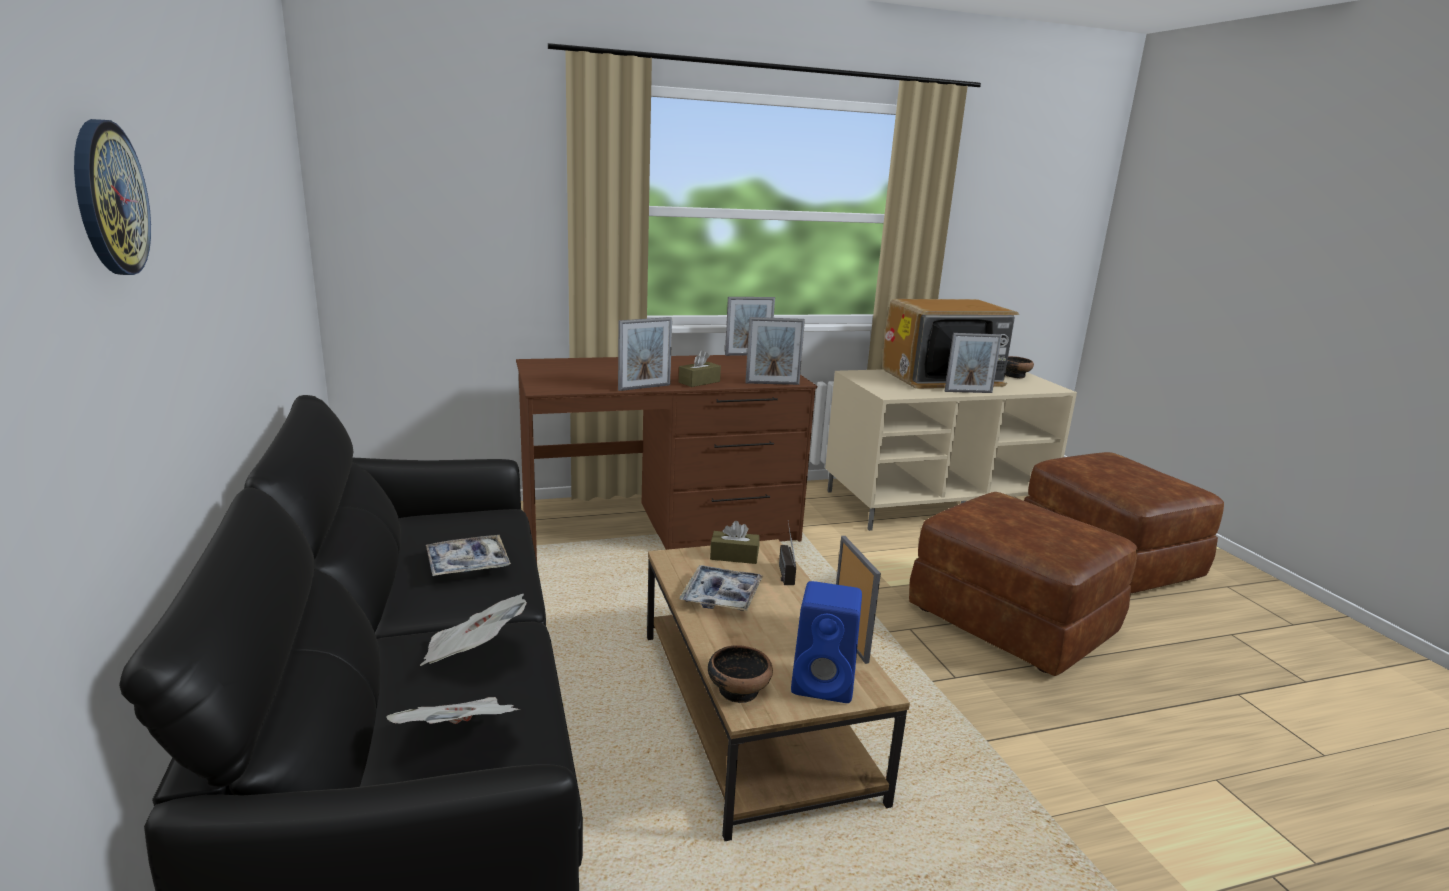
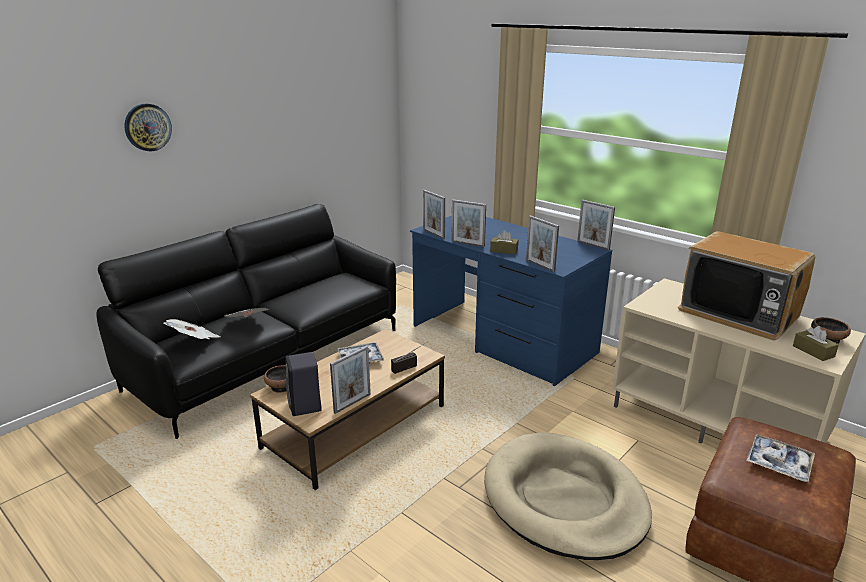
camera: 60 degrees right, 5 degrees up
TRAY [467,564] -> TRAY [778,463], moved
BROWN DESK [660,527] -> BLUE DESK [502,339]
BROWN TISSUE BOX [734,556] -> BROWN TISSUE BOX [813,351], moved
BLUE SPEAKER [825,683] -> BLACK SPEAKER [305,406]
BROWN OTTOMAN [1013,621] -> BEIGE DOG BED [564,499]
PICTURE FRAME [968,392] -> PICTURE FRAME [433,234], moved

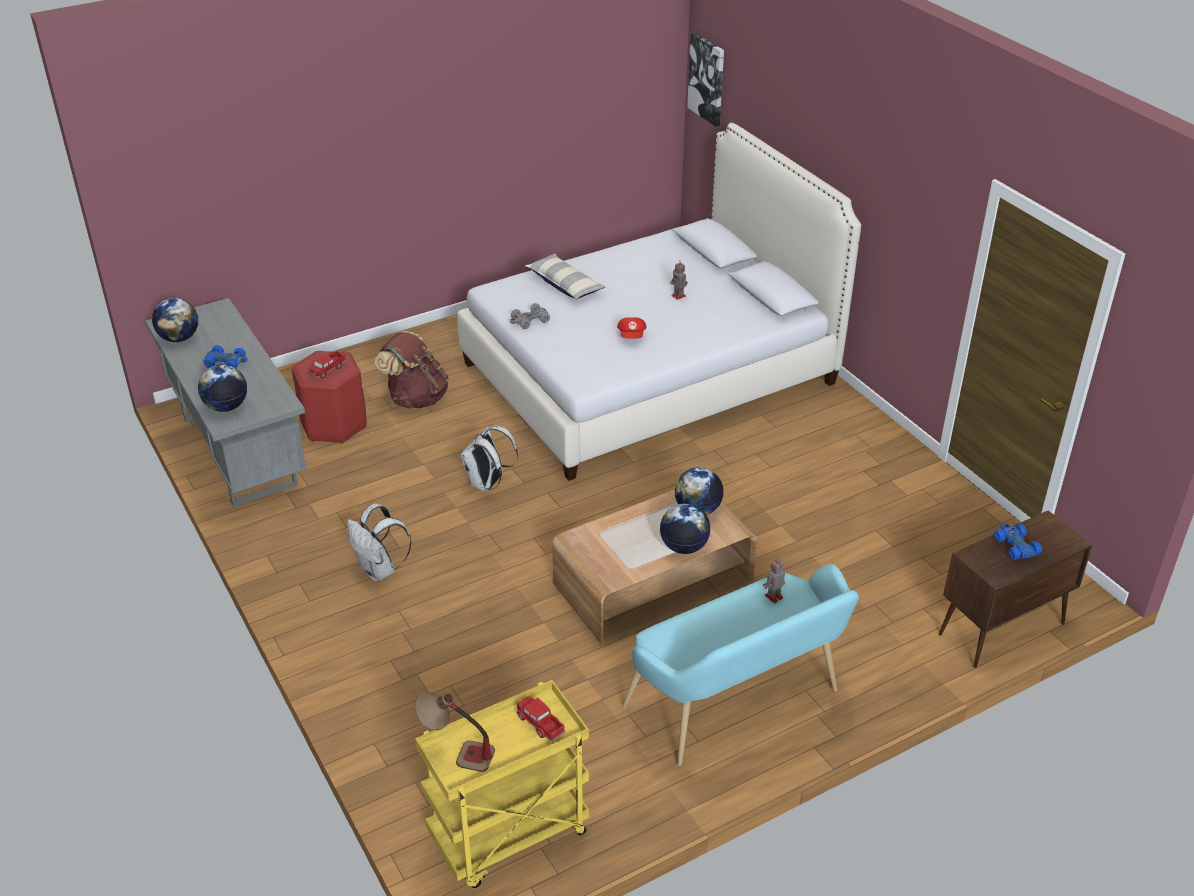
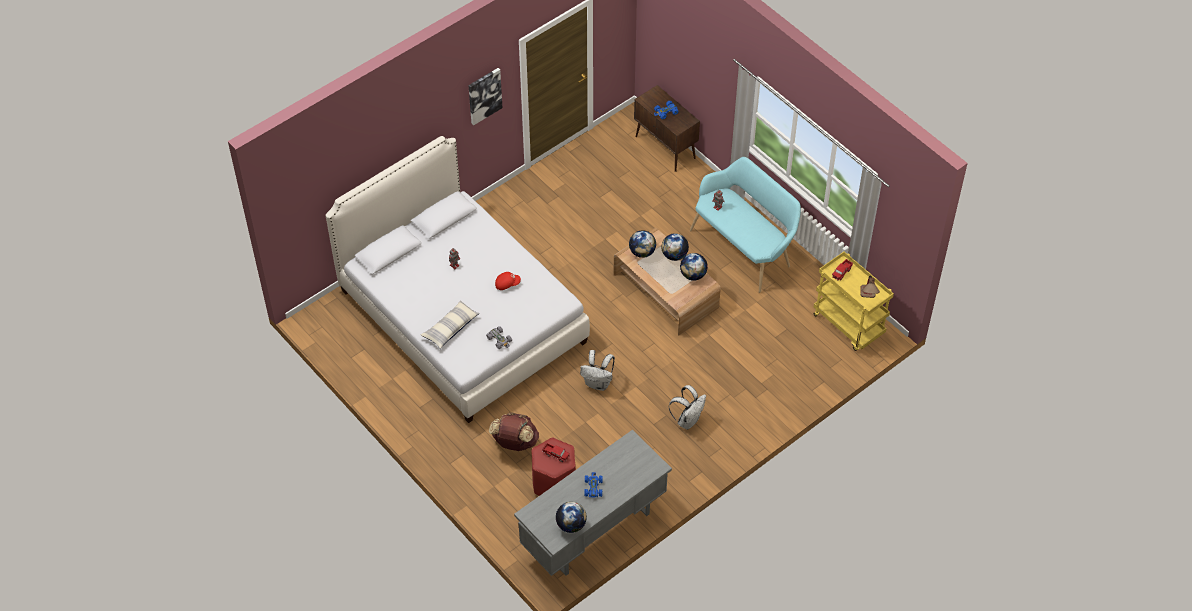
camera: 100 degrees left, 15 degrees up
GLOBE [226,407] -> GLOBE [693,275], moved
PICTURE [707,79] -> PICTURE [484,95], moved

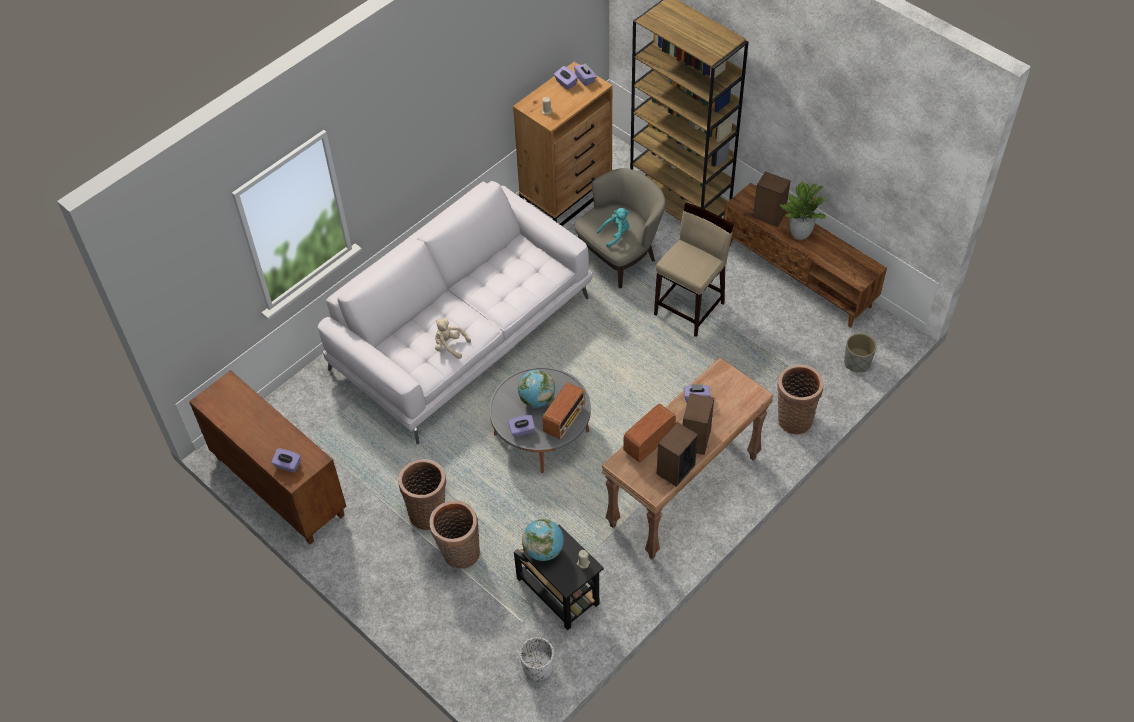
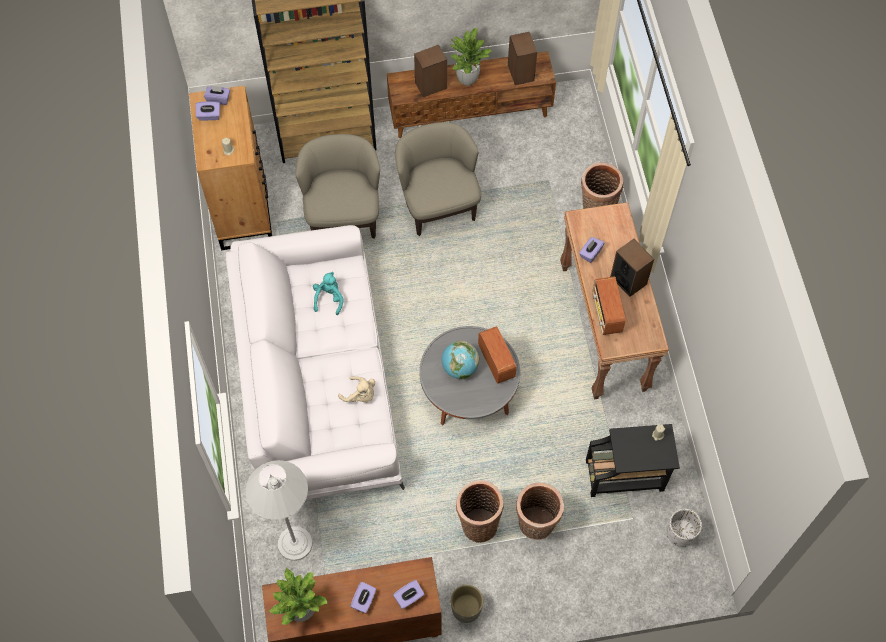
camera: 55 degrees left, 10 degrees up
BEIGE PLUSH TOY [450,346] -> BEIGE PLUSH TOY [360,395], 120 degrees counterclockwise
PURPLE TISSUE BOX [522,430] -> PURPLE TISSUE BOX [364,600], moved
GLOBE [543,550] -> none
TURQUOISE PLUSH TOY [616,234] -> TURQUOISE PLUSH TOY [329,298], moved
BEIGE STOOL [690,308] -> BEIGE ARMCHAIR [438,204]
SPEAKER [675,469] -> SPEAKER [520,73], moved
GREY PLANTER [856,363] -> GREY PLANTER [466,609], moved
none -> WHITE FLOOR LAMP [294,543]
none -> POTTED PLANT [302,610]

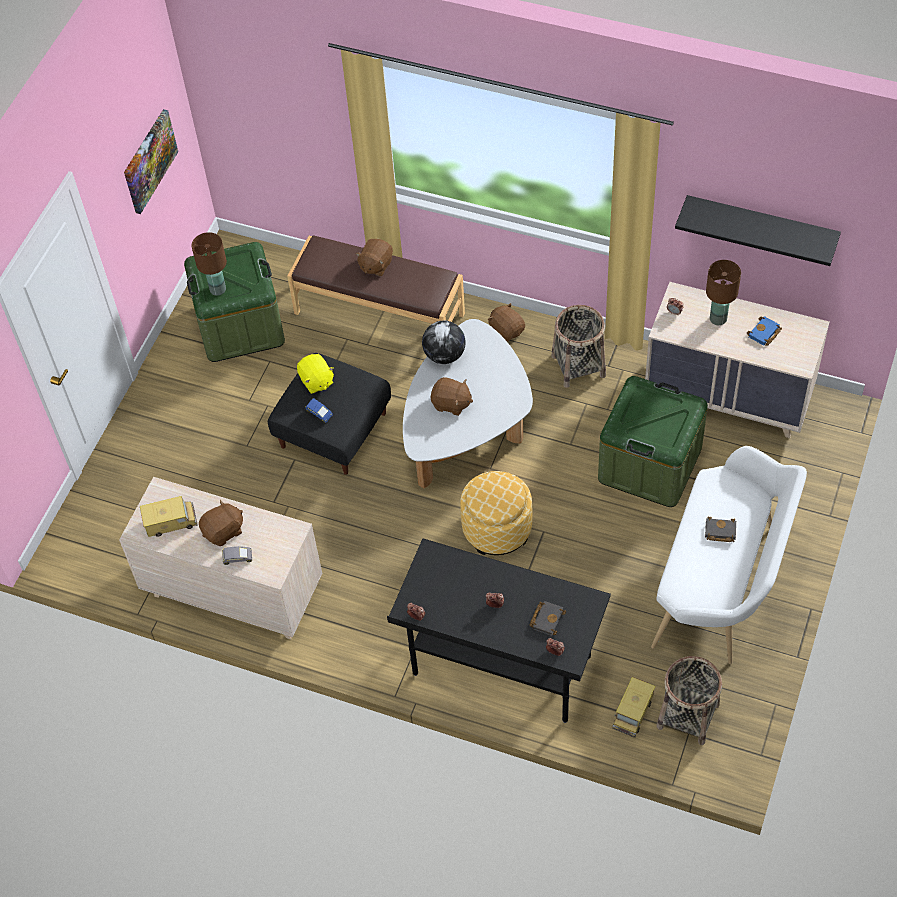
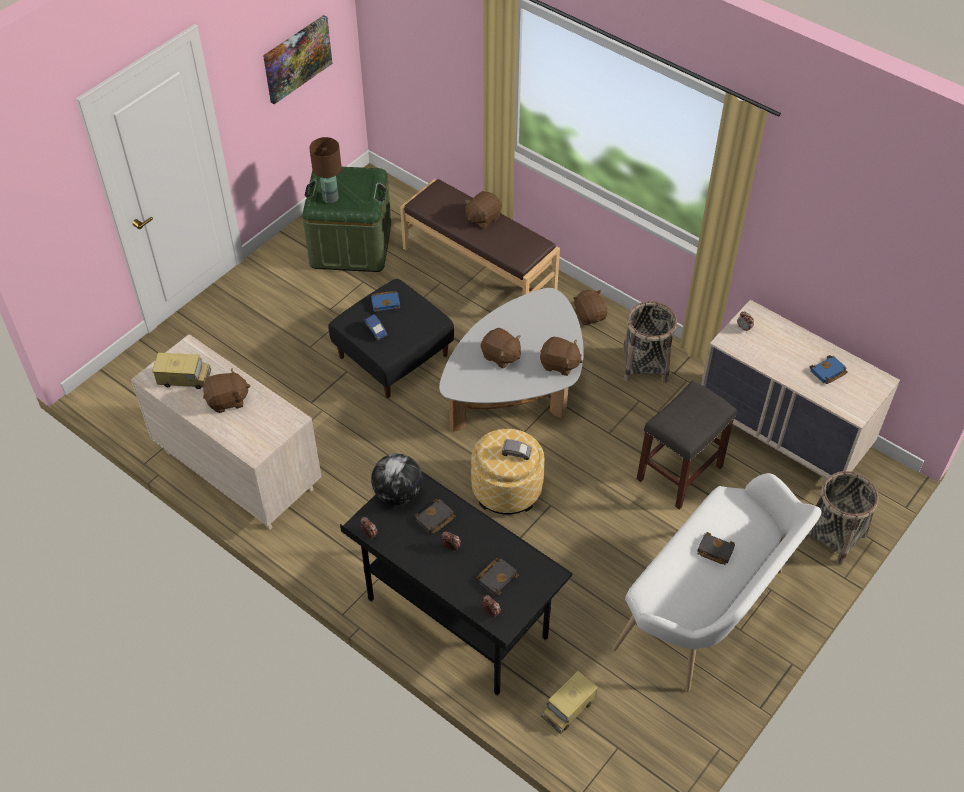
camera: 15 degrees right, 5 degrees down
GREY TOY CAR [237,559] -> GREY TOY CAR [516,454], moved
YELLOW PLUSH TOY [316,381] -> BLUE BOOK [386,302]
GLOBE [444,355] -> GLOBE [398,494], moved
GREEN STORAGE BOX [649,464] -> GREY STOOL [679,474]
BASKET [687,716] -> BASKET [833,536], moved
BLACK SHELF [761,225] -> none
BROWN TABLE LAMP [718,319] -> none
none -> BLACK BOOK [435,519]
none -> BROWN PLUSH TOY [559,364]

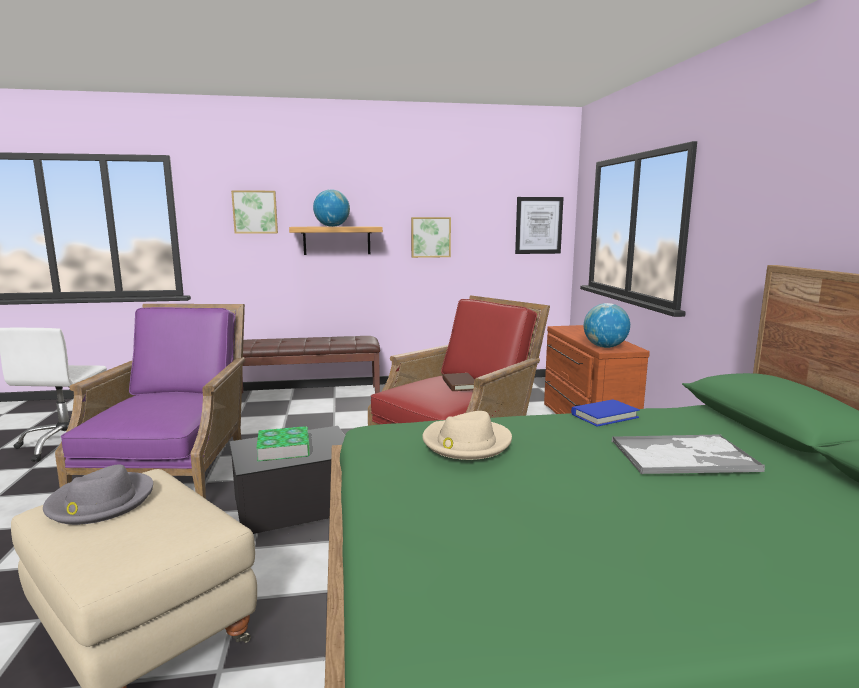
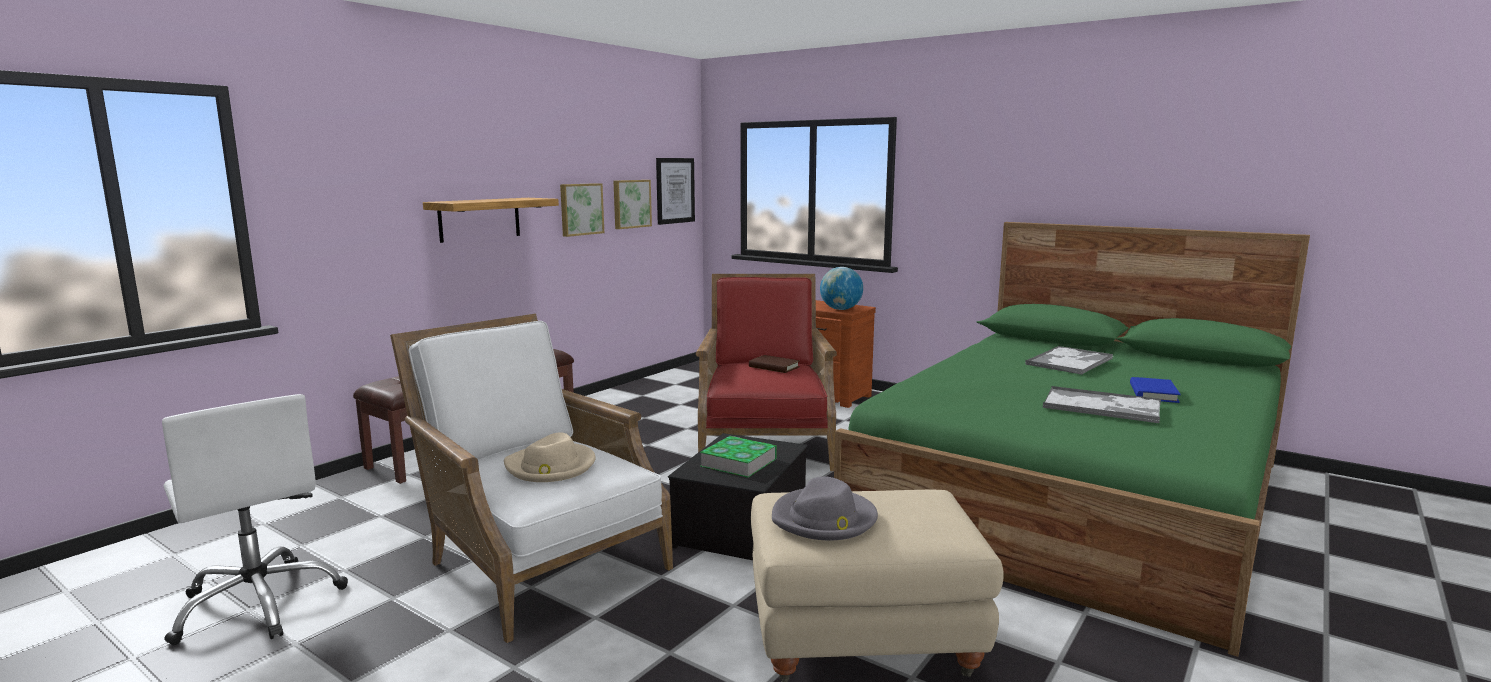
camera: 45 degrees left, 0 degrees up
PURPLE ARMCHAIR [174,472] -> WHITE ARMCHAIR [536,560]
PICTURE [255,212] -> PICTURE [631,203], moved
GLOBE [332,226] -> none
BEIGE HAT [466,443] -> BEIGE HAT [550,467], moved
BLUE BOOK [604,416] -> BLUE BOOK [1153,393], moved
none -> TRAY [1102,406]

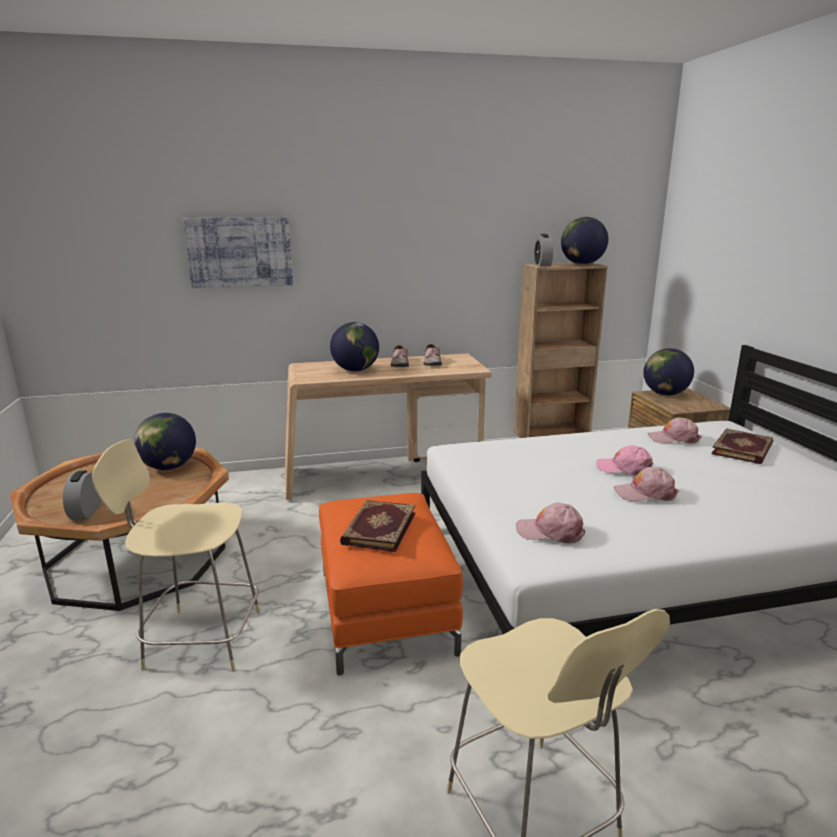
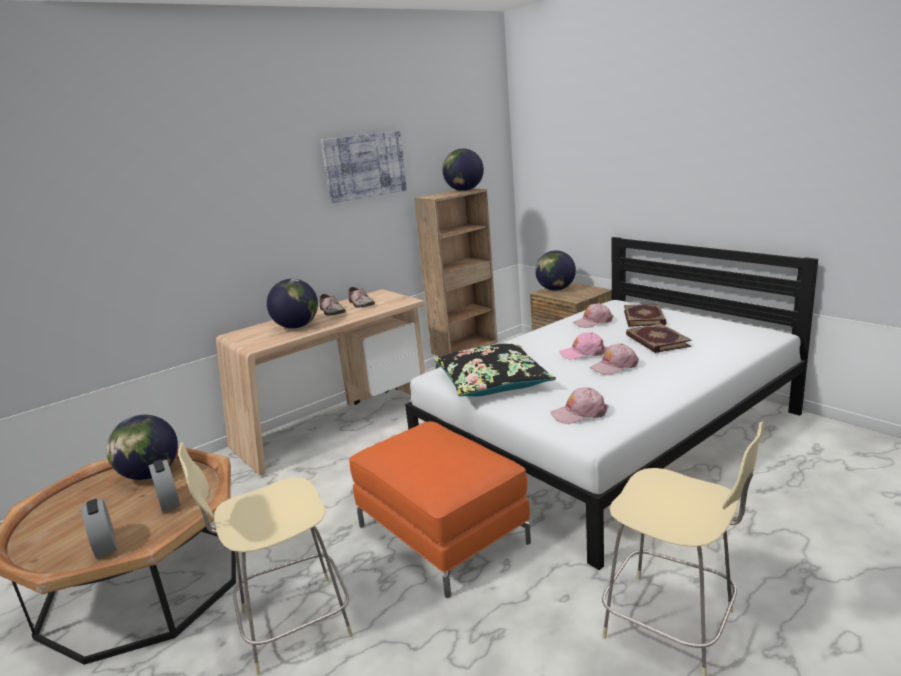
camera: 25 degrees left, 0 degrees up
PICTURE [240,252] -> PICTURE [364,166], moved
BOOK [378,528] -> BOOK [656,341], moved
ALARM CLOCK [542,265] -> ALARM CLOCK [169,502], moved
none -> BLACK PILLOW [492,382]

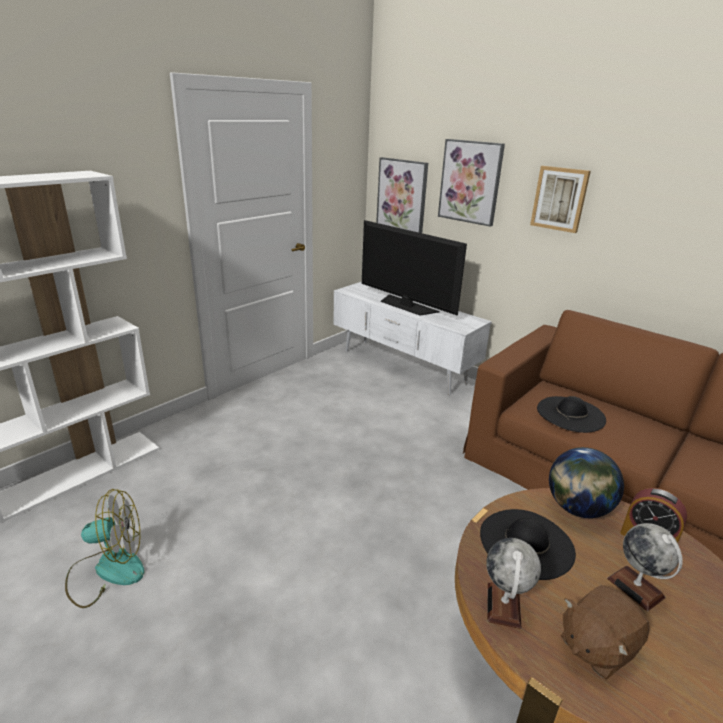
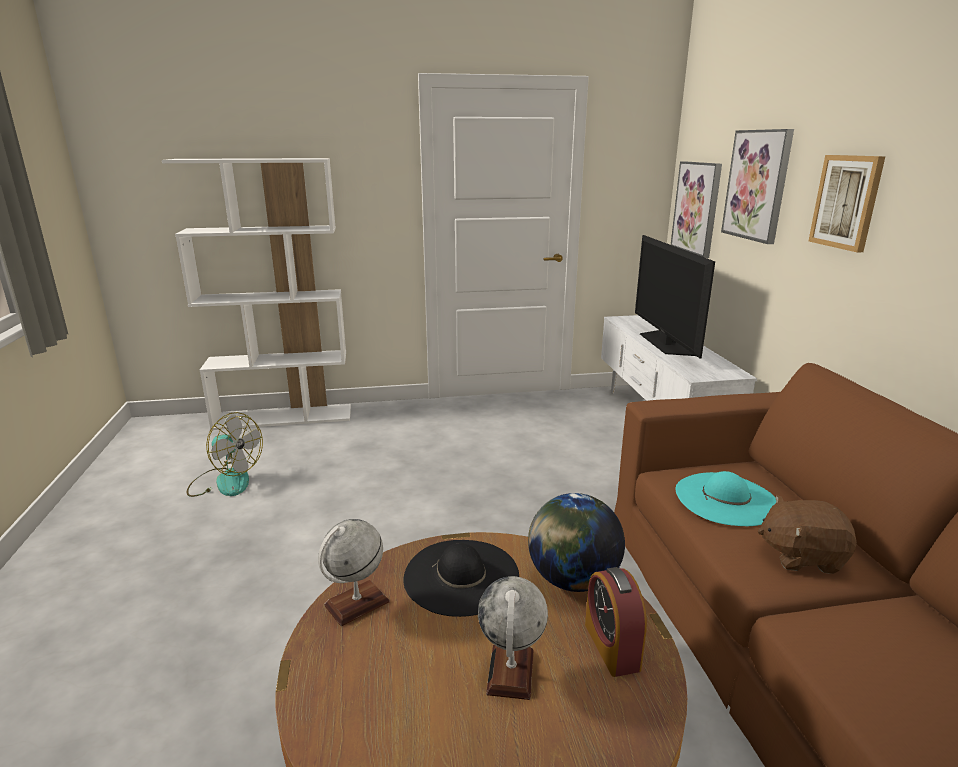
camera: 40 degrees right, 5 degrees down
BLACK HAT [570,414] -> TURQUOISE HAT [726,498]
BROWN PLUSH TOY [596,646] -> BROWN PLUSH TOY [801,556], moved

